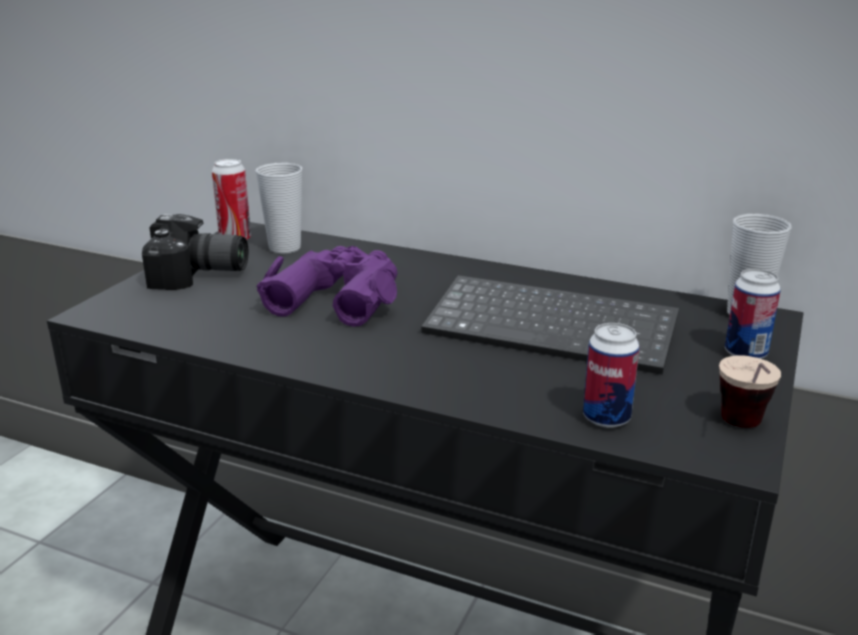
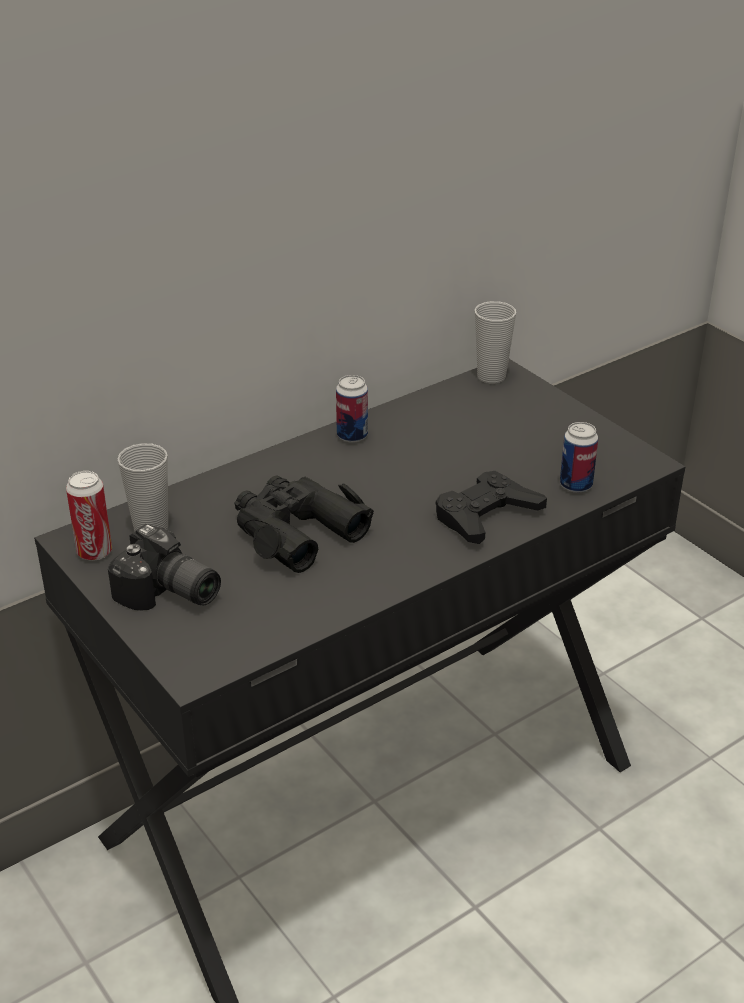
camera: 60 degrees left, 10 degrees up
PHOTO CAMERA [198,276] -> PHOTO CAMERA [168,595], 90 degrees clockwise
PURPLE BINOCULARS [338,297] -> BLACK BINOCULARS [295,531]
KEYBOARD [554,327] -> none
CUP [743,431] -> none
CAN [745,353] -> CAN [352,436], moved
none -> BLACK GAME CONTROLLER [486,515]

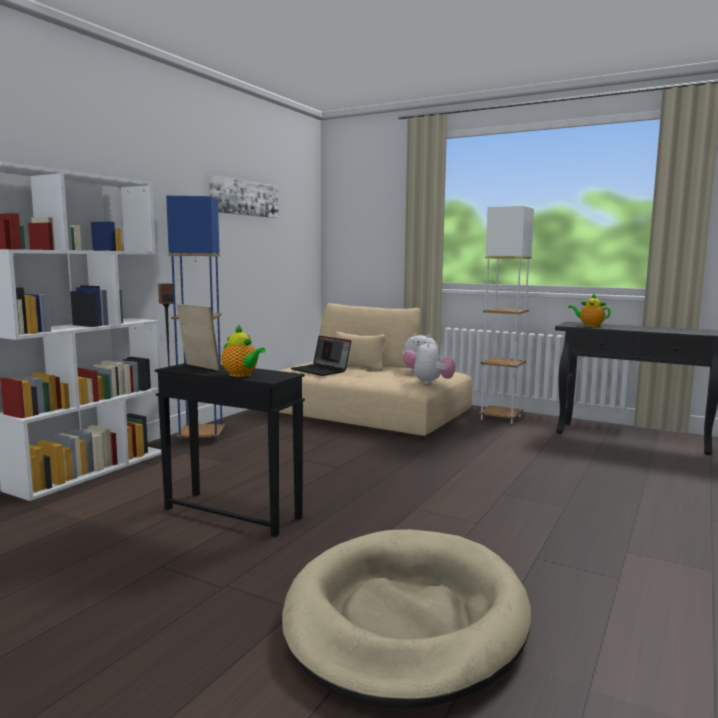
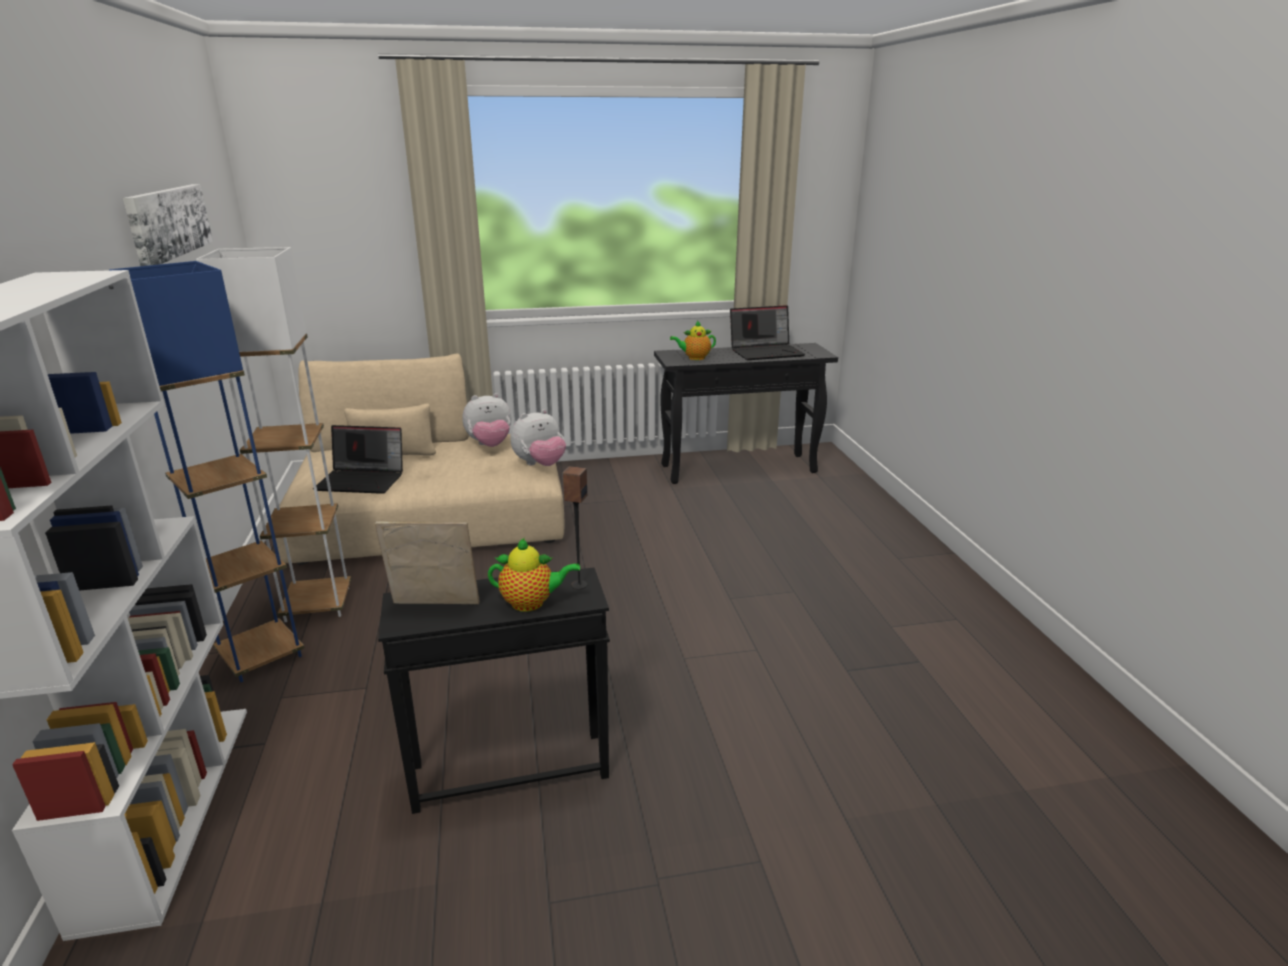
camera: 40 degrees left, 15 degrees up
SPEAKER [169,368] -> SPEAKER [579,585], moved
BEIGE DOG BED [405,619] -> none
PLUSH TOY [433,382] -> PLUSH TOY [540,465], 90 degrees clockwise
WHITE FLOOR LAMP [501,418] -> WHITE FLOOR LAMP [318,604], moved
none -> LAPTOP [766,352]

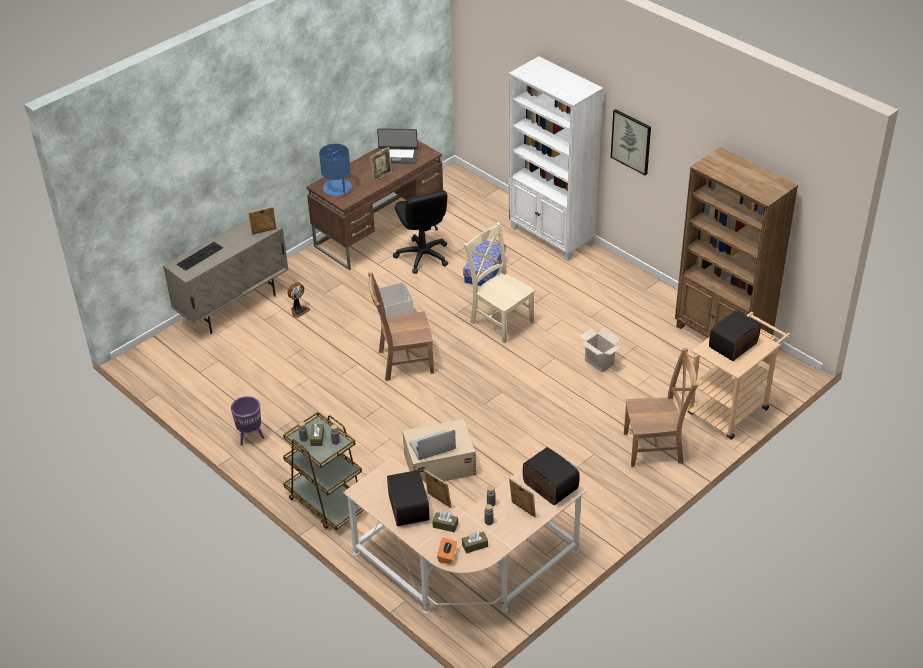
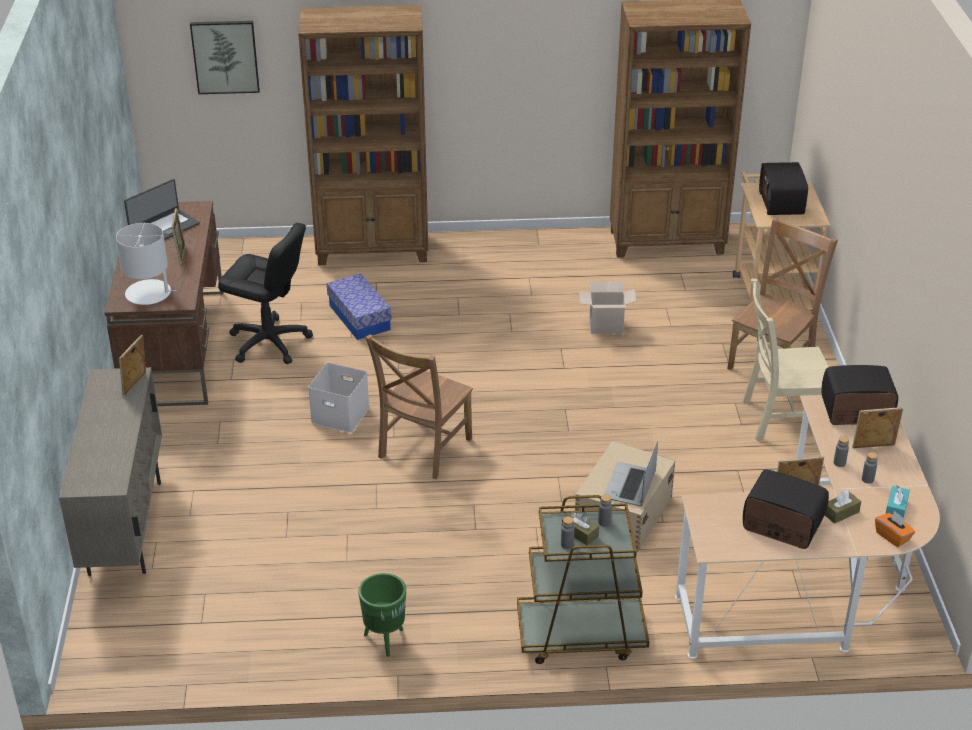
camera: 50 degrees left, 5 degrees down
KEYBOARD [199,255] -> none
PURPLE PLANTER [250,437] -> GREEN PLANTER [384,640]
FAN [298,310] -> none
BLUE TABLE LAMP [337,188] -> WHITE TABLE LAMP [149,293]
BROWN TISSUE BOX [475,545] -> TURQUOISE TISSUE BOX [896,508]
BEIGE CHAIR [500,320] -> BEIGE CHAIR [779,418], moved
WHITE BOOKCASE [551,236] -> BROWN BOOKCASE [373,250]
PICTURE [631,141] -> PICTURE [225,56], moved

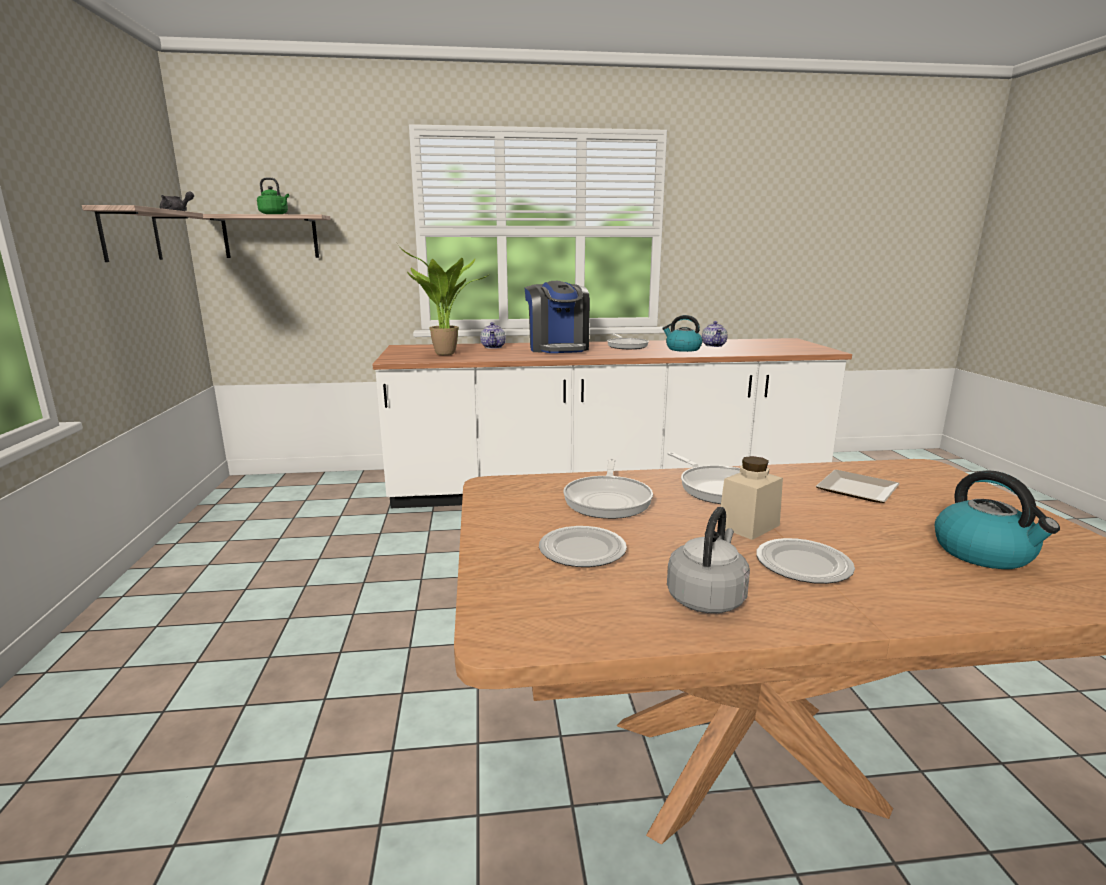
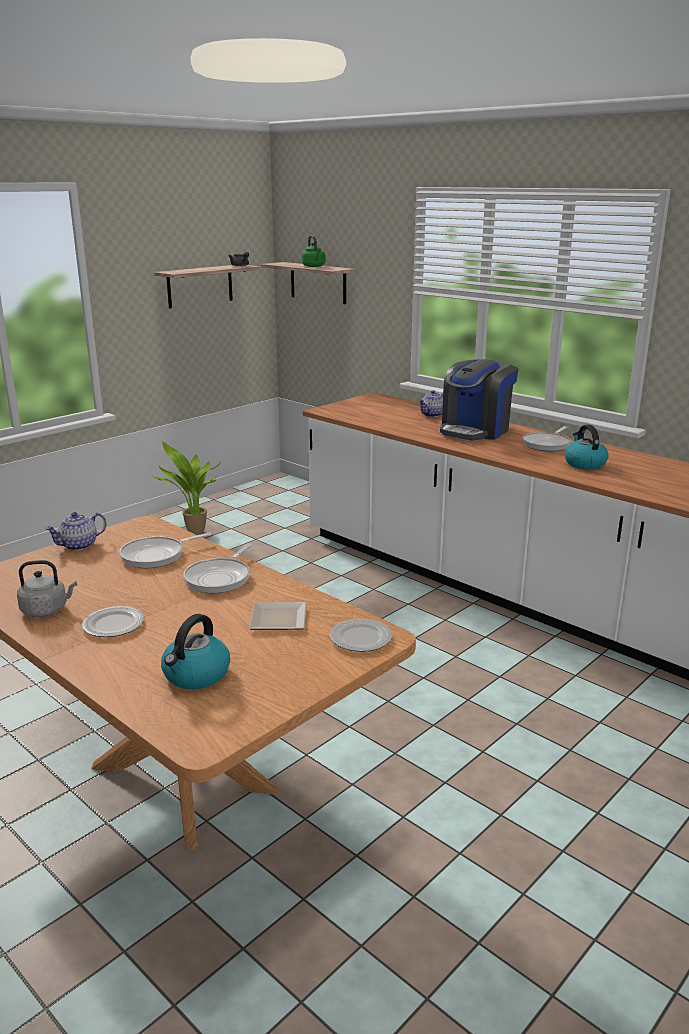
camera: 50 degrees right, 5 degrees up
POTTED PLANT [444,354] -> POTTED PLANT [193,533], moved
PLATE [582,550] -> PLATE [361,638], moved
TEAPOT [714,345] -> TEAPOT [79,545], moved
BEIGE JAR [748,526] -> none

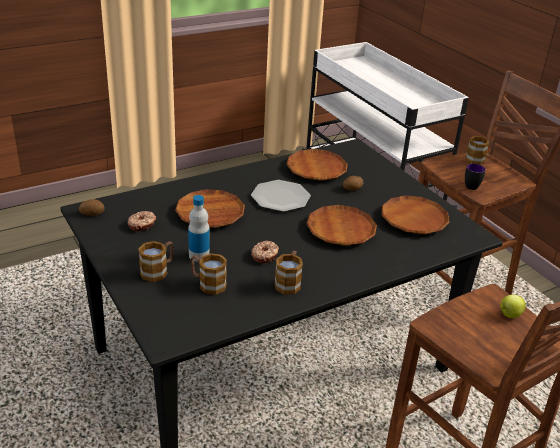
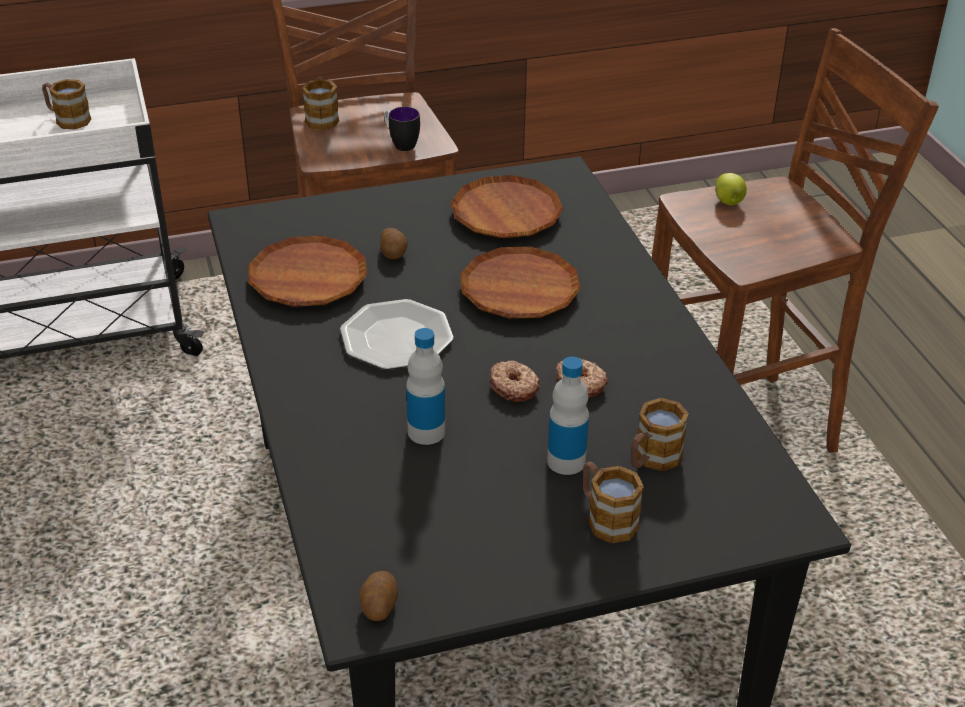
camera: 75 degrees left, 5 degrees up
DONUT [142,225] -> DONUT [514,387], moved
BROWN PLATE [210,213] -> BOTTLE [426,432]
MUG [288,282] -> MUG [67,119], moved

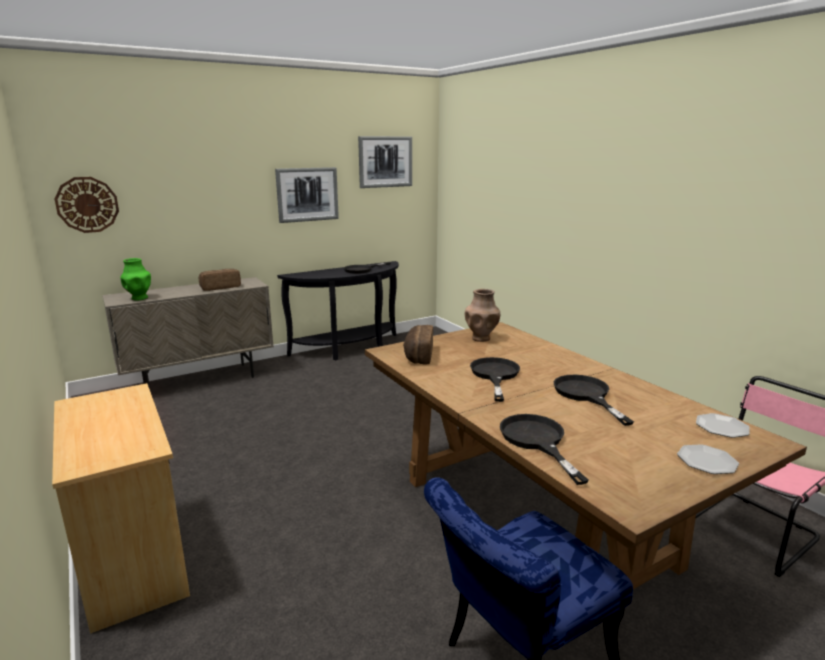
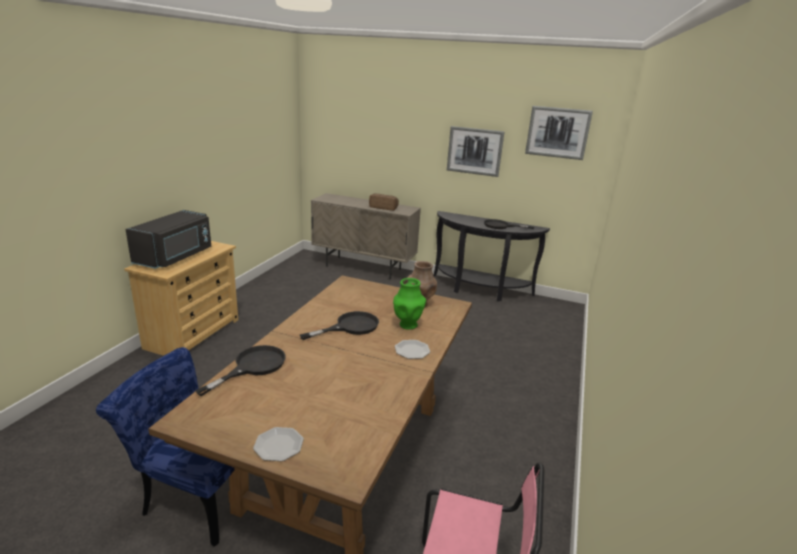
camera: 50 degrees right, 5 degrees up
WALL CLOCK [87,204] -> none
GREEN VASE [139,298] -> GREEN VASE [407,325], moved
BREAD [417,355] -> none
BLACK FRYING PAN [586,395] -> none
PLATE [721,427] -> PLATE [411,350], moved
none -> BLACK MICROWAVE [176,257]

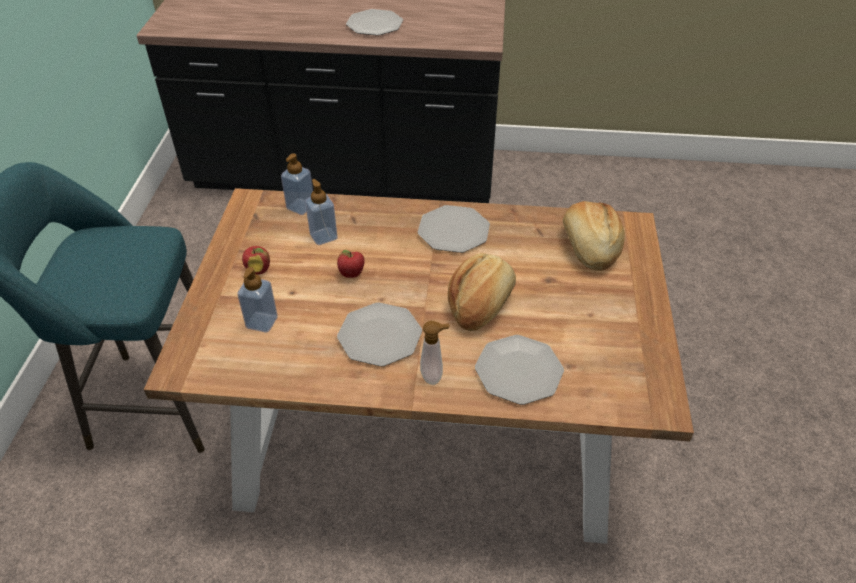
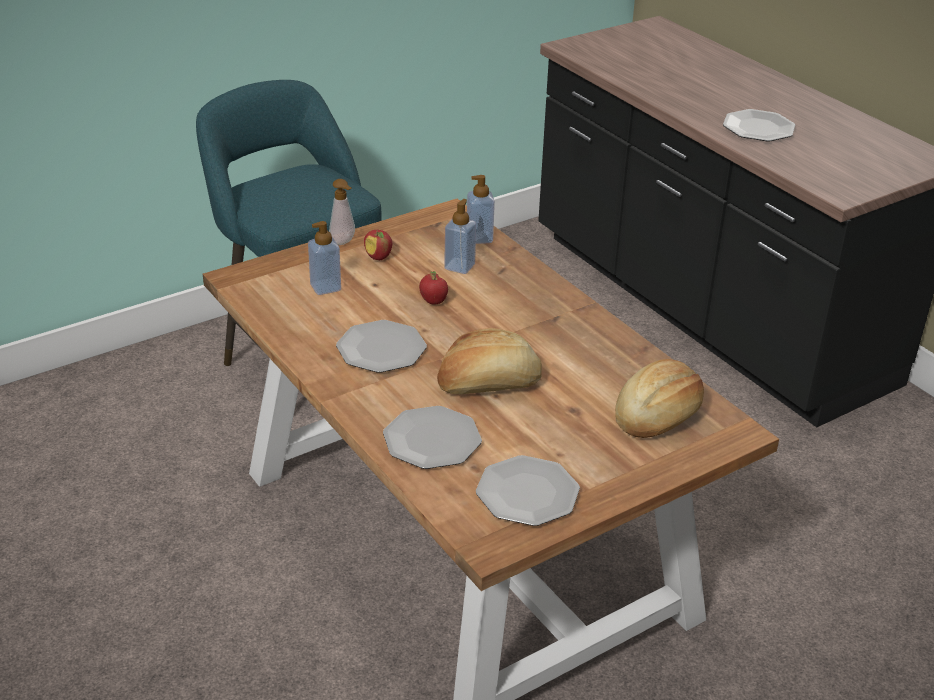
camera: 50 degrees right, 10 degrees down
PLATE [453,230] -> PLATE [527,493], moved
SOAP DISPENSER [434,376] -> SOAP DISPENSER [344,242], moved

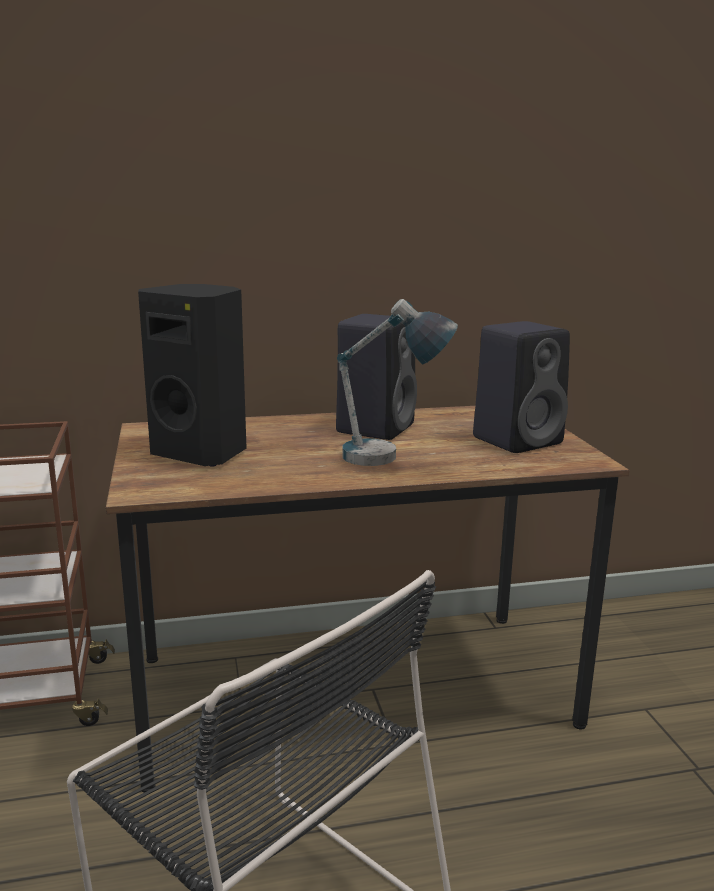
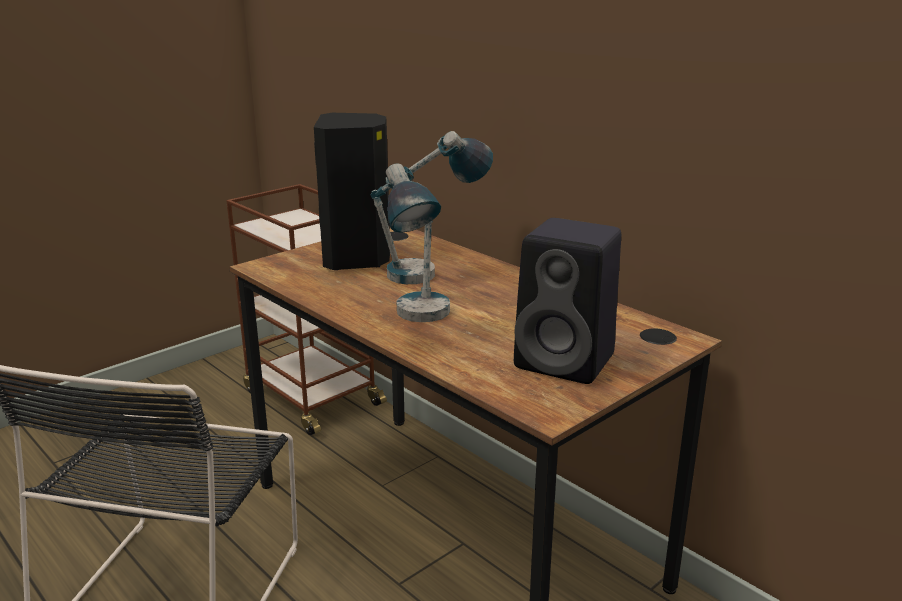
camera: 60 degrees right, 5 degrees up
BLACK SPEAKER [375,427] -> none
none -> TABLE LAMP [432,273]

